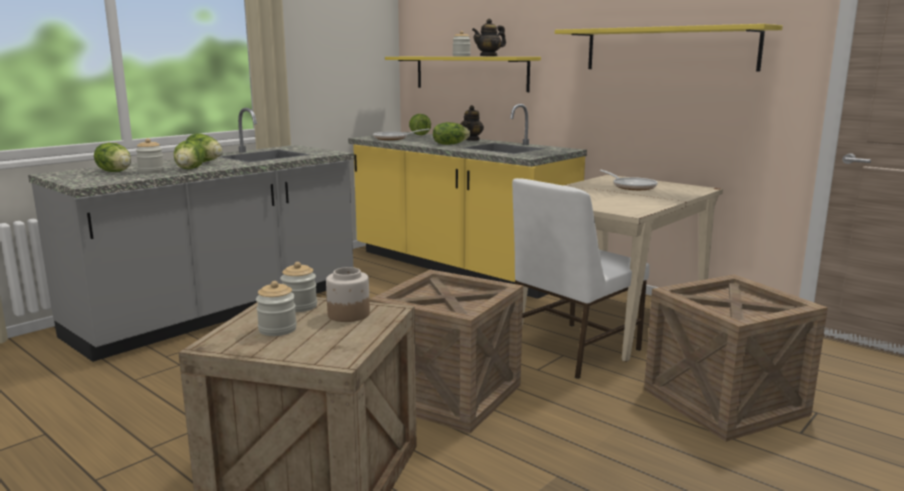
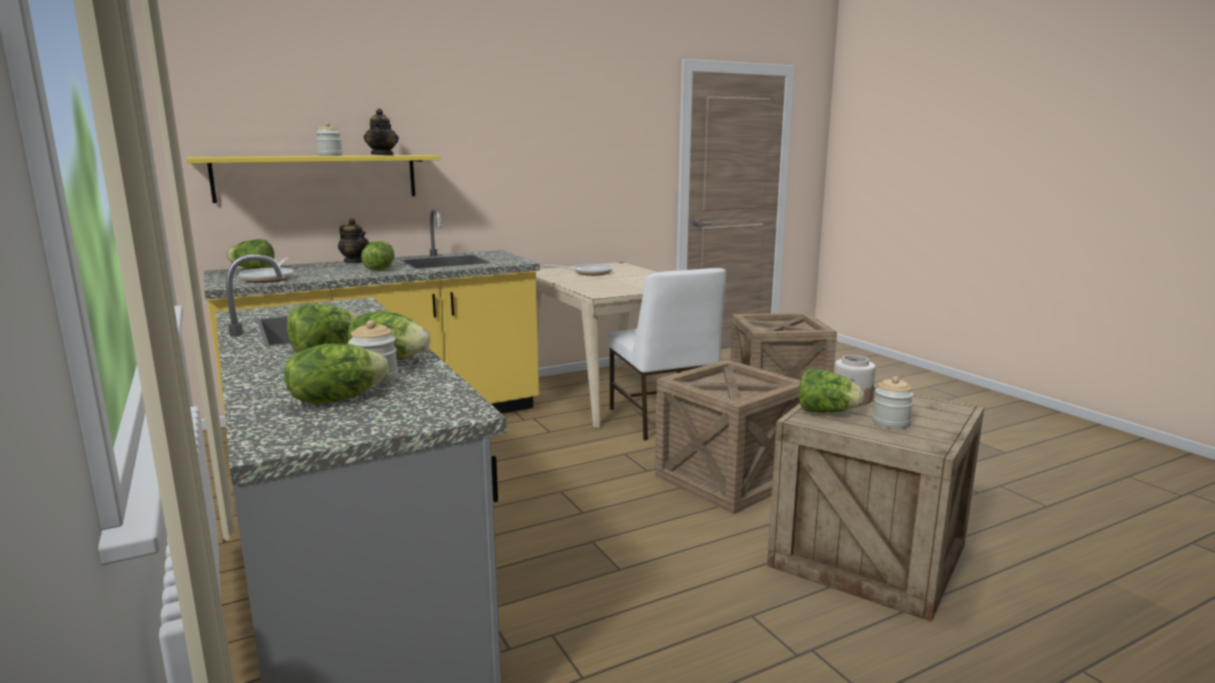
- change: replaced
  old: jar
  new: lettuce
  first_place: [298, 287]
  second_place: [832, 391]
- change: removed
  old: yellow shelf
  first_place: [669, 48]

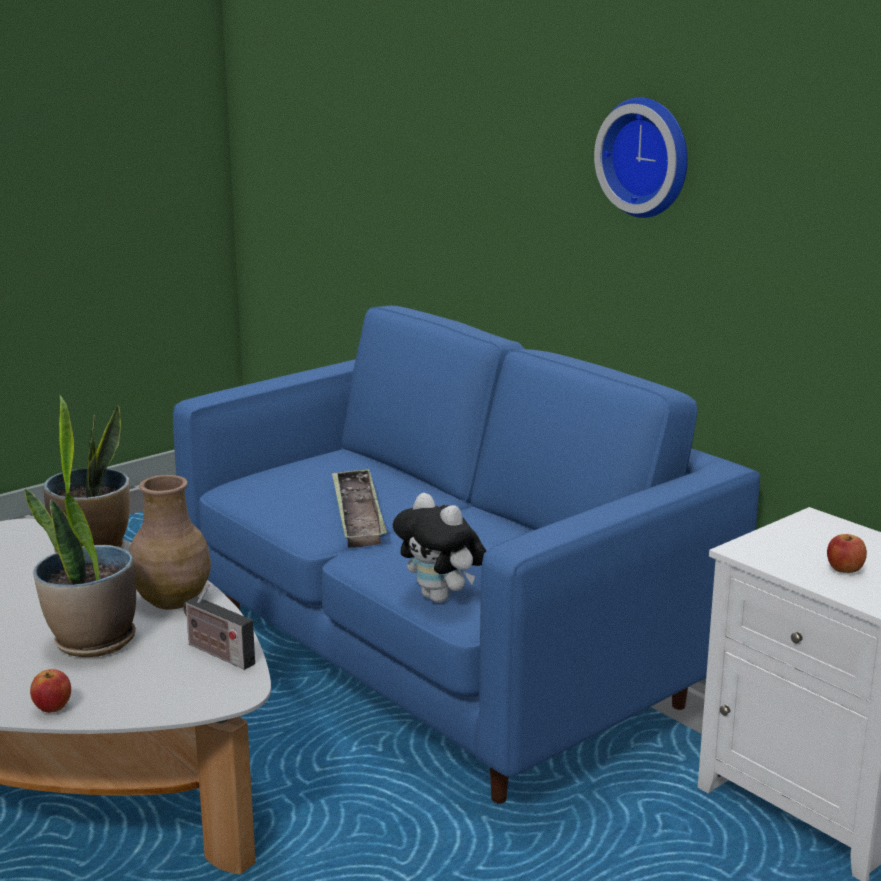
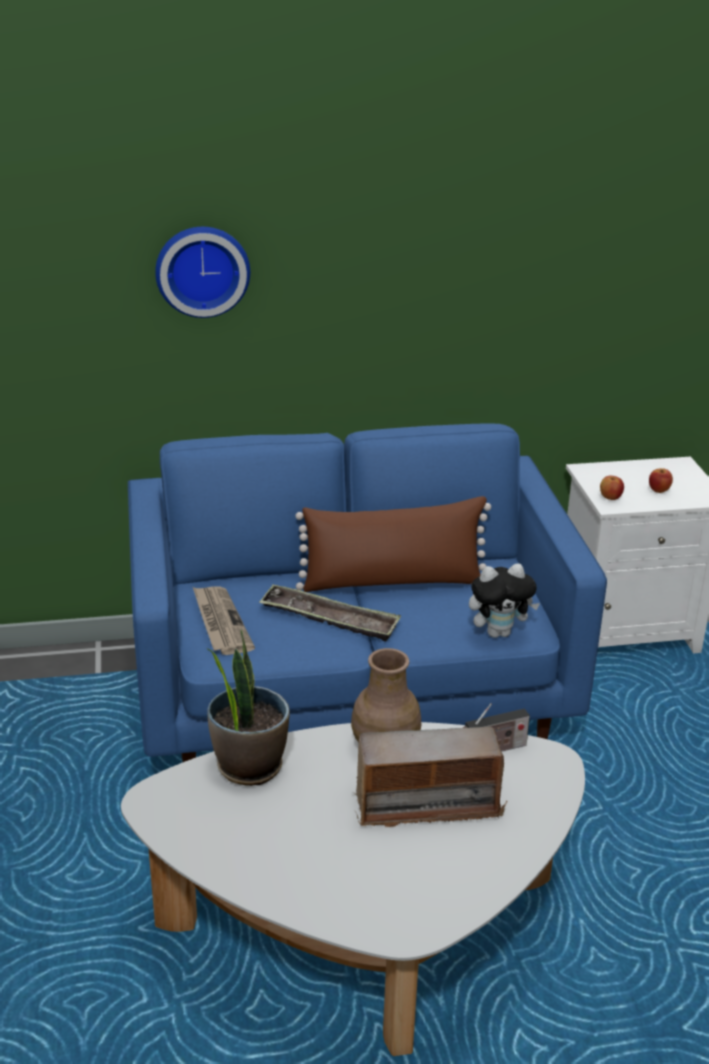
- change: replaced
  old: potted plant
  new: radio
  first_place: [80, 572]
  second_place: [430, 777]
- change: moved
  old: apple
  first_place: [50, 691]
  second_place: [612, 488]
- change: moved
  old: wall clock
  first_place: [641, 157]
  second_place: [202, 272]
- change: added
  new: newspaper
  second_place: [224, 620]
- change: added
  new: brown pillow
  second_place: [393, 544]

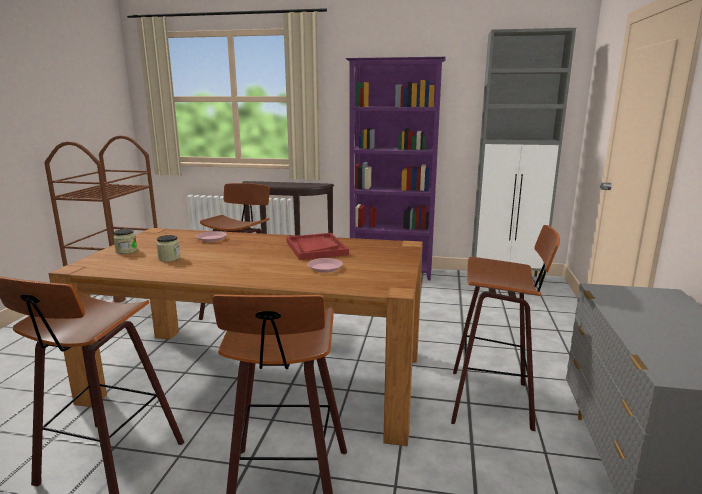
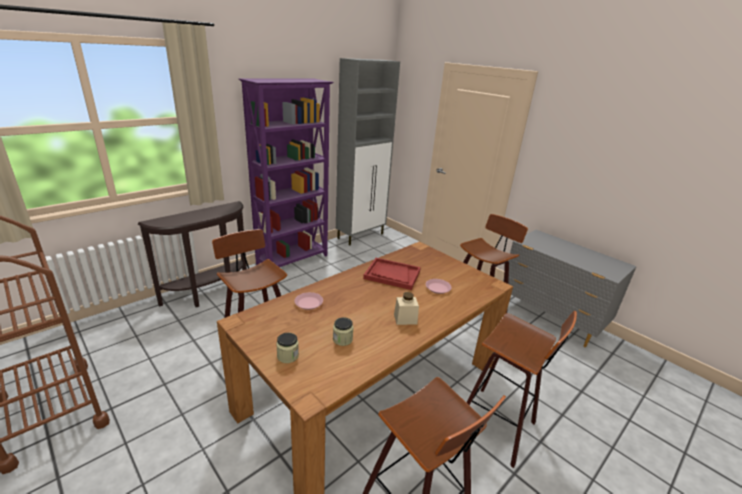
- change: added
  new: beige jar
  second_place: [406, 308]

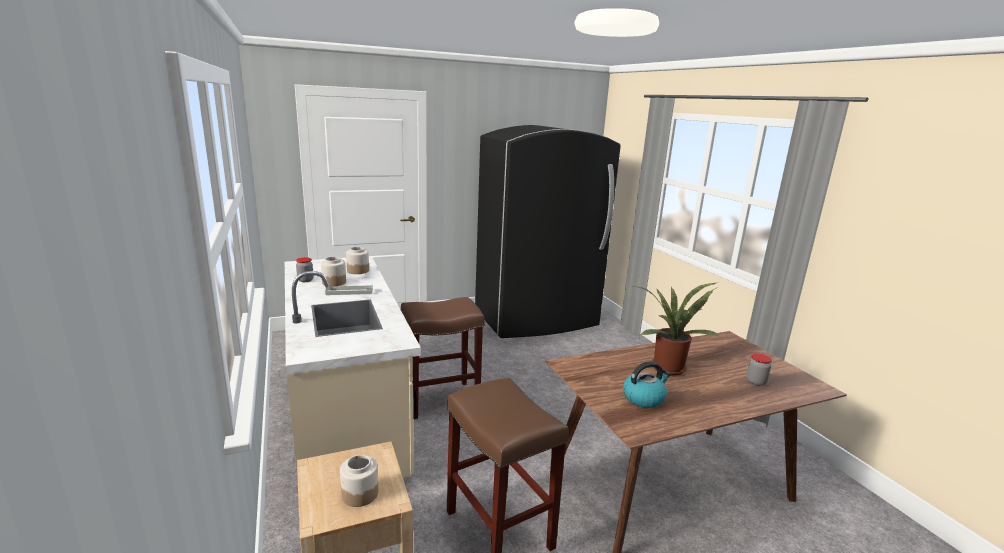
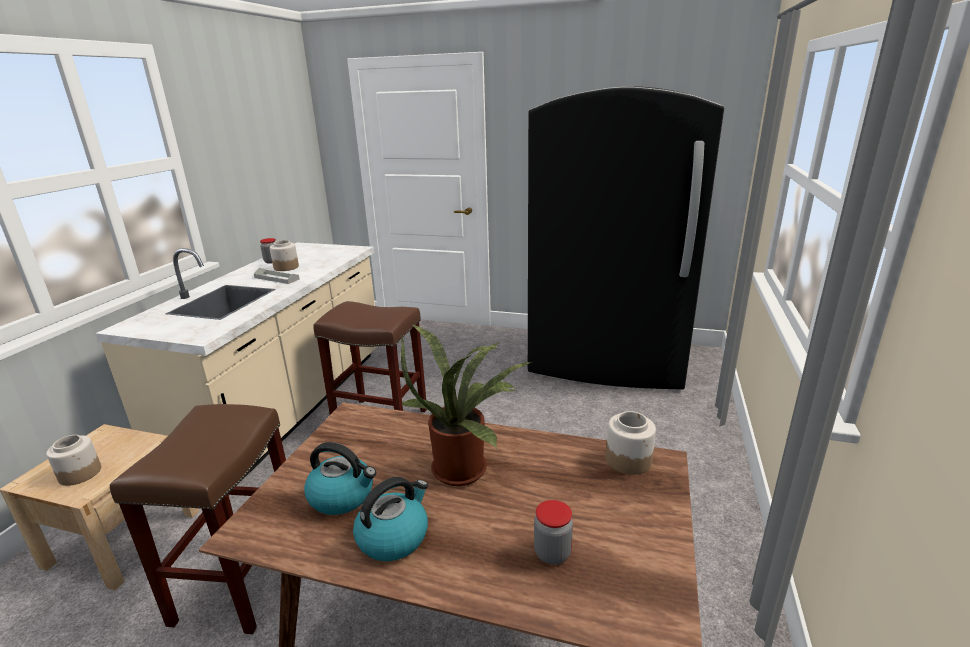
- change: moved
  old: jar
  first_place: [357, 260]
  second_place: [631, 443]
- change: added
  new: kettle
  second_place: [390, 519]

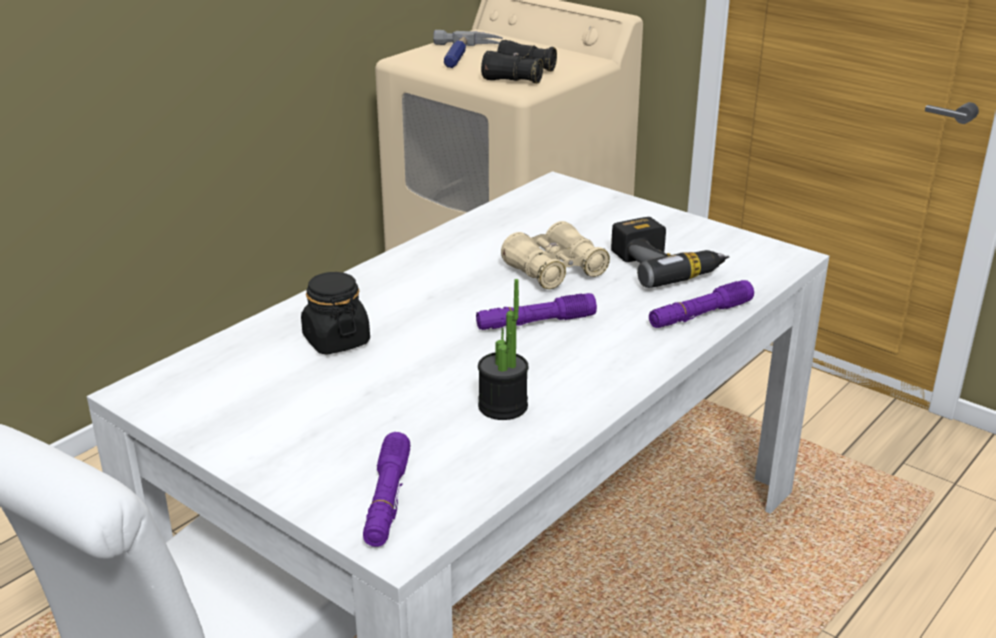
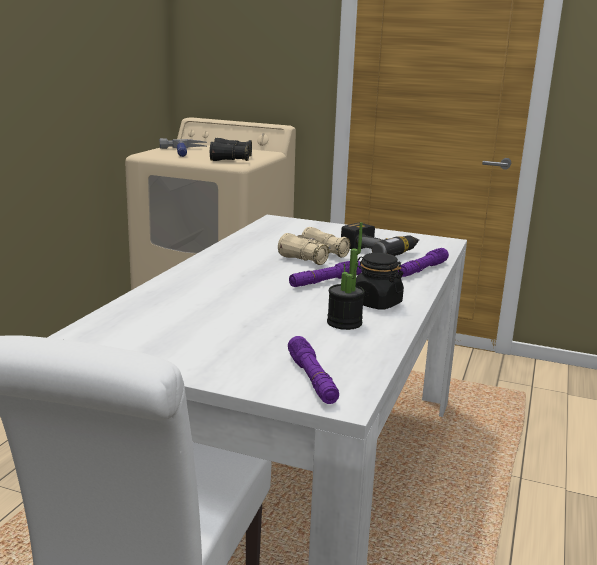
- change: moved
  old: black jar
  first_place: [335, 313]
  second_place: [380, 281]

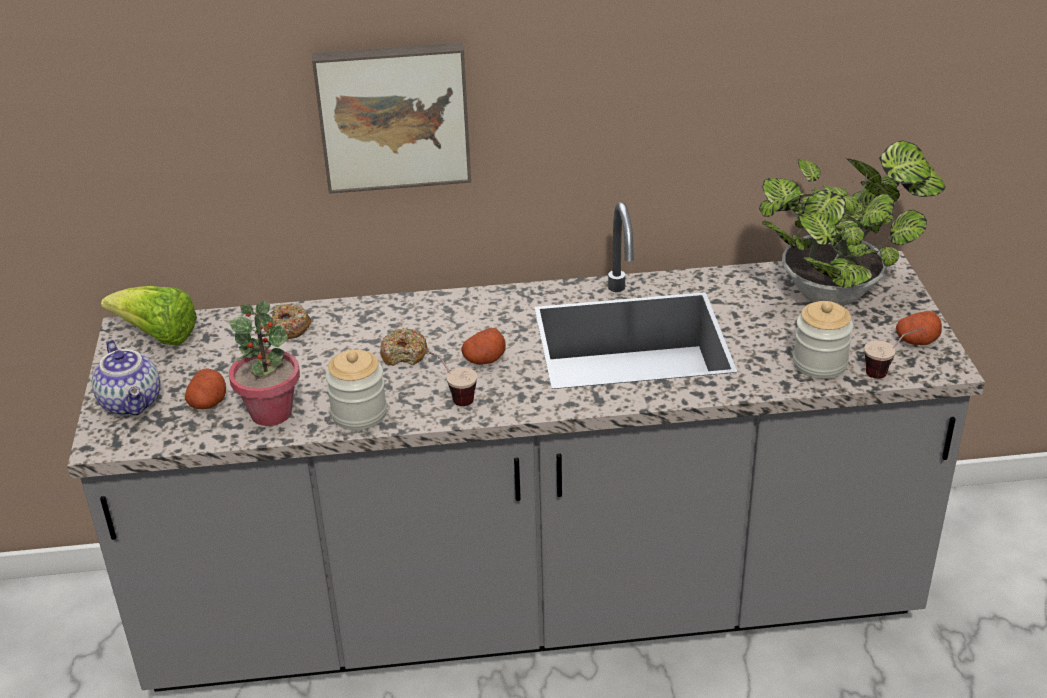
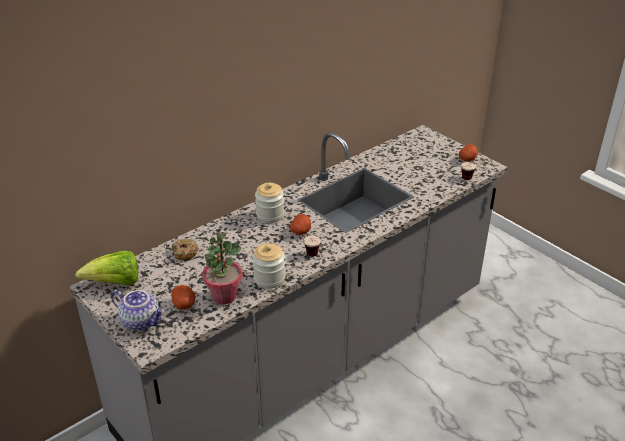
- change: removed
  old: picture
  first_place: [391, 118]
- change: removed
  old: donut
  first_place: [403, 347]
- change: removed
  old: potted plant
  first_place: [852, 223]
- change: moved
  old: jar
  first_place: [823, 340]
  second_place: [269, 203]

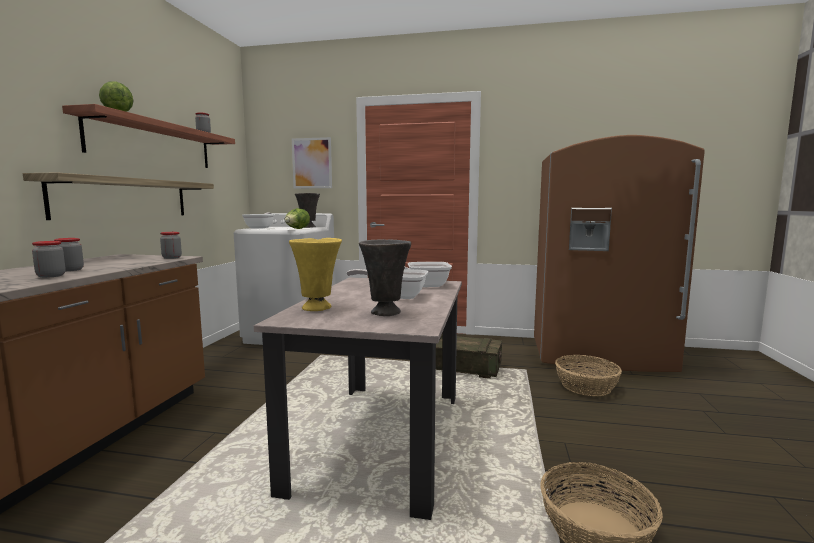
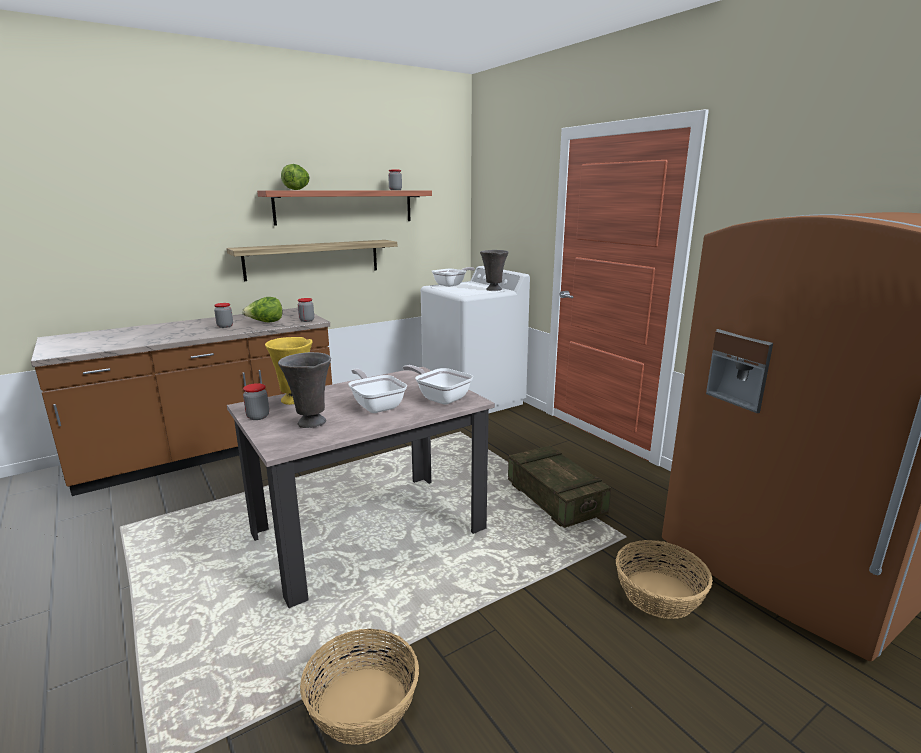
- change: moved
  old: jar
  first_place: [49, 259]
  second_place: [256, 401]
- change: moved
  old: lettuce
  first_place: [297, 218]
  second_place: [262, 310]
- change: removed
  old: picture
  first_place: [312, 162]

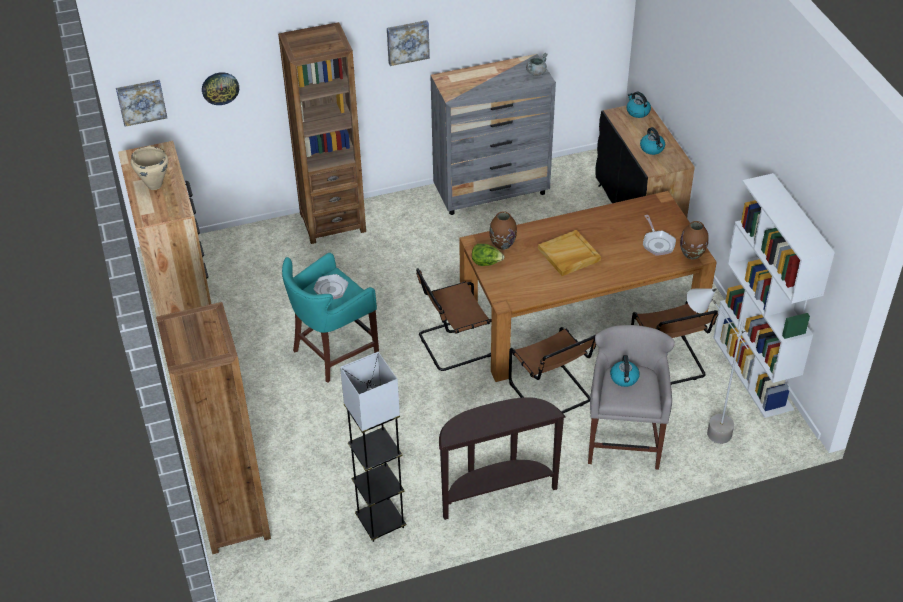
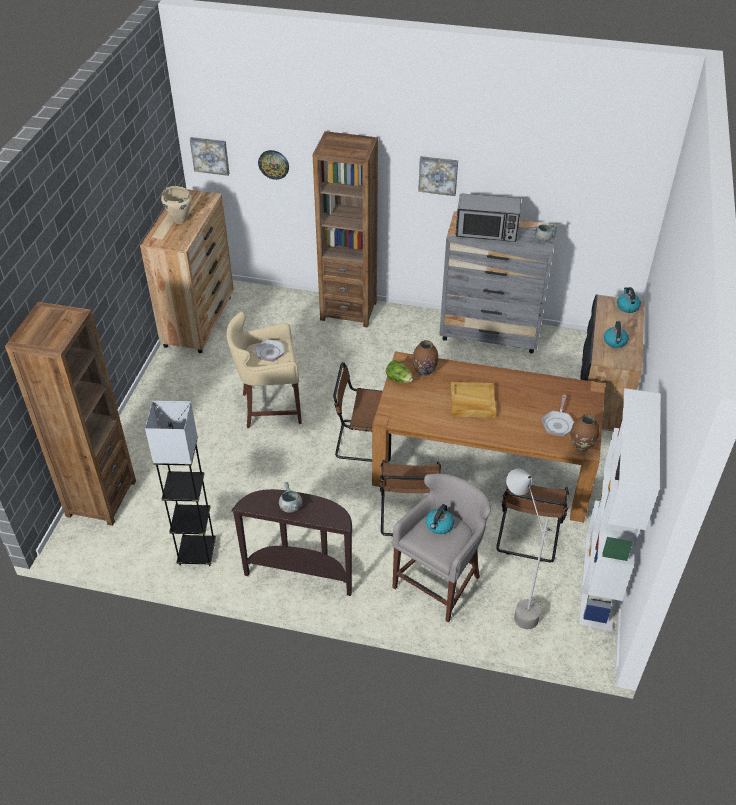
- change: recoloured
  old: turquoise stool
  new: beige stool
  first_place: [330, 318]
  second_place: [264, 370]
- change: added
  new: grey cooking pot
  second_place: [291, 497]
- change: added
  new: microwave
  second_place: [488, 217]

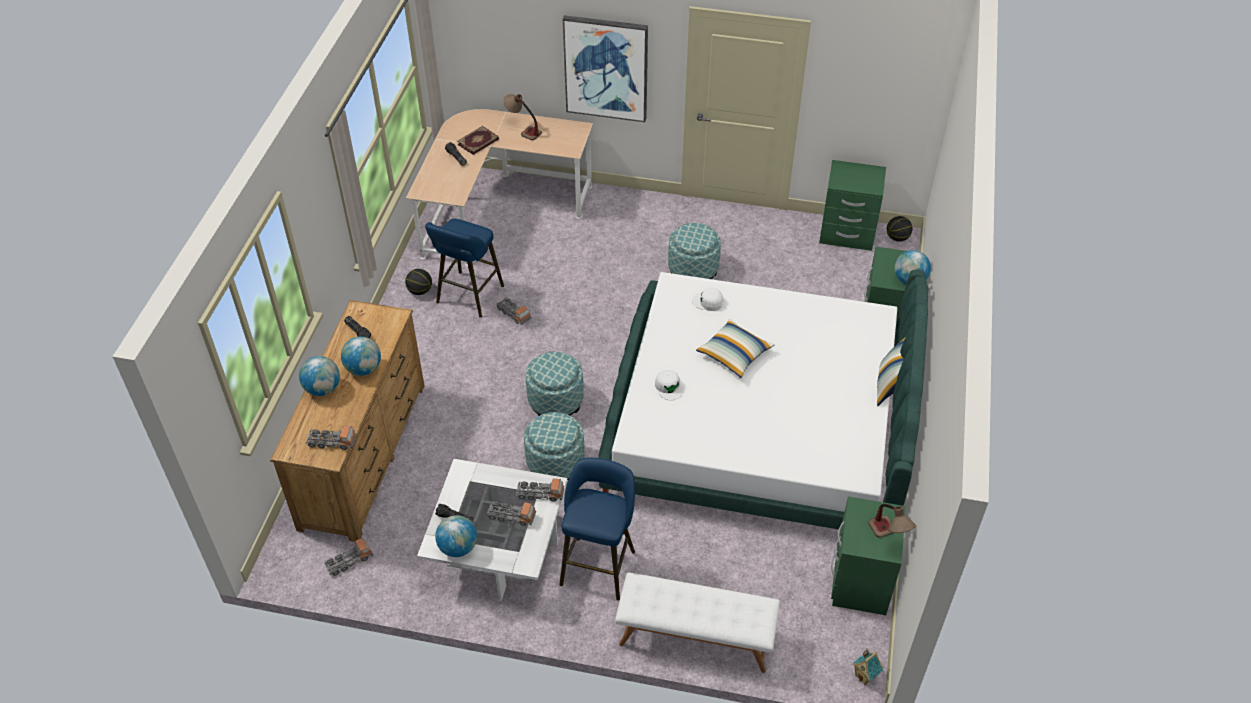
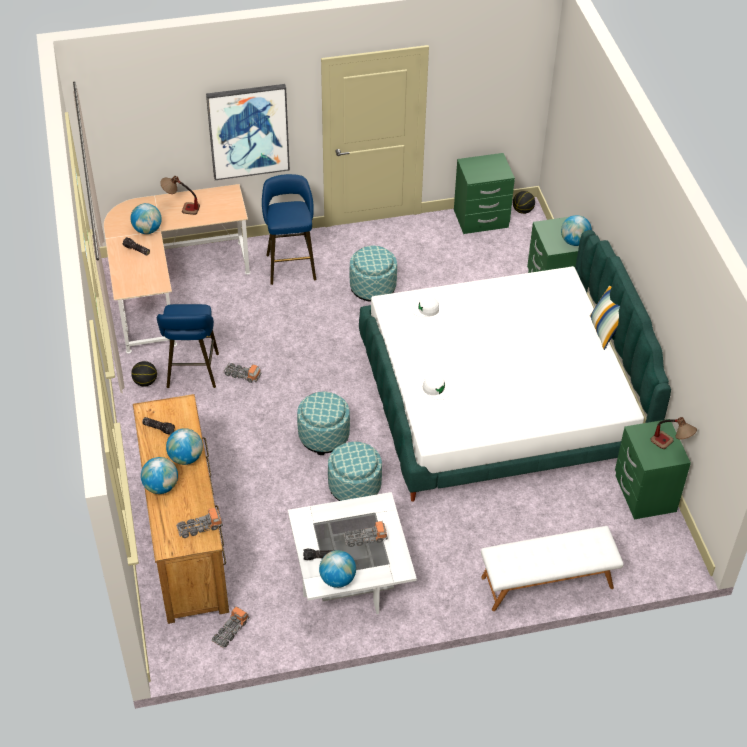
- change: replaced
  old: book
  new: globe
  first_place: [478, 140]
  second_place: [146, 218]
- change: removed
  old: toy truck
  first_place: [540, 490]
- change: moved
  old: blue stool
  first_place: [597, 529]
  second_place: [289, 229]
- change: removed
  old: pillow
  first_place: [735, 348]
- change: removed
  old: toy house
  first_place: [868, 667]

